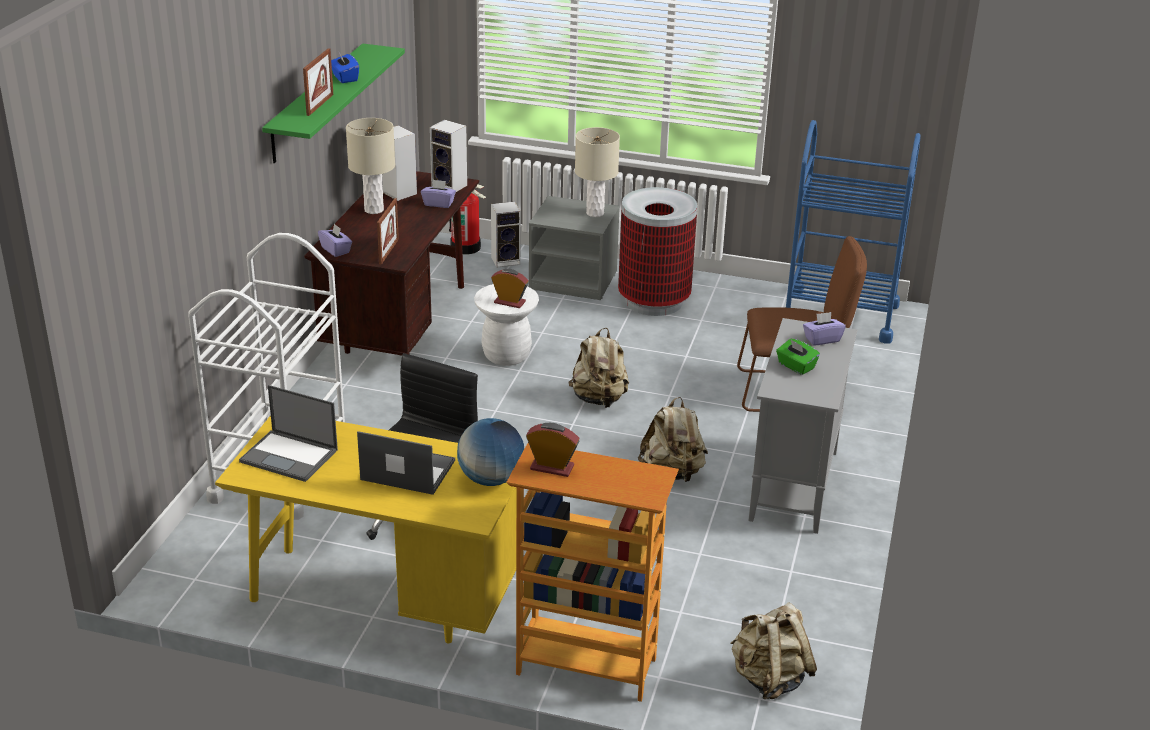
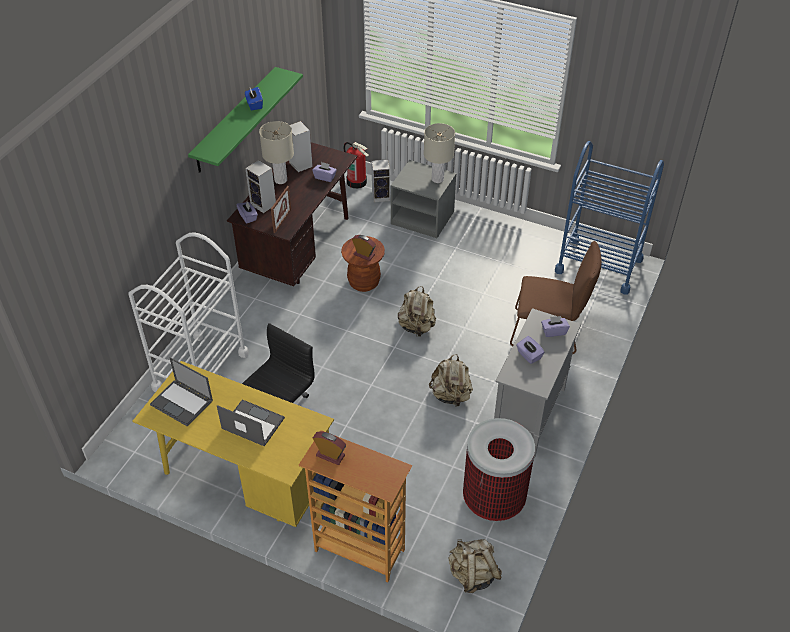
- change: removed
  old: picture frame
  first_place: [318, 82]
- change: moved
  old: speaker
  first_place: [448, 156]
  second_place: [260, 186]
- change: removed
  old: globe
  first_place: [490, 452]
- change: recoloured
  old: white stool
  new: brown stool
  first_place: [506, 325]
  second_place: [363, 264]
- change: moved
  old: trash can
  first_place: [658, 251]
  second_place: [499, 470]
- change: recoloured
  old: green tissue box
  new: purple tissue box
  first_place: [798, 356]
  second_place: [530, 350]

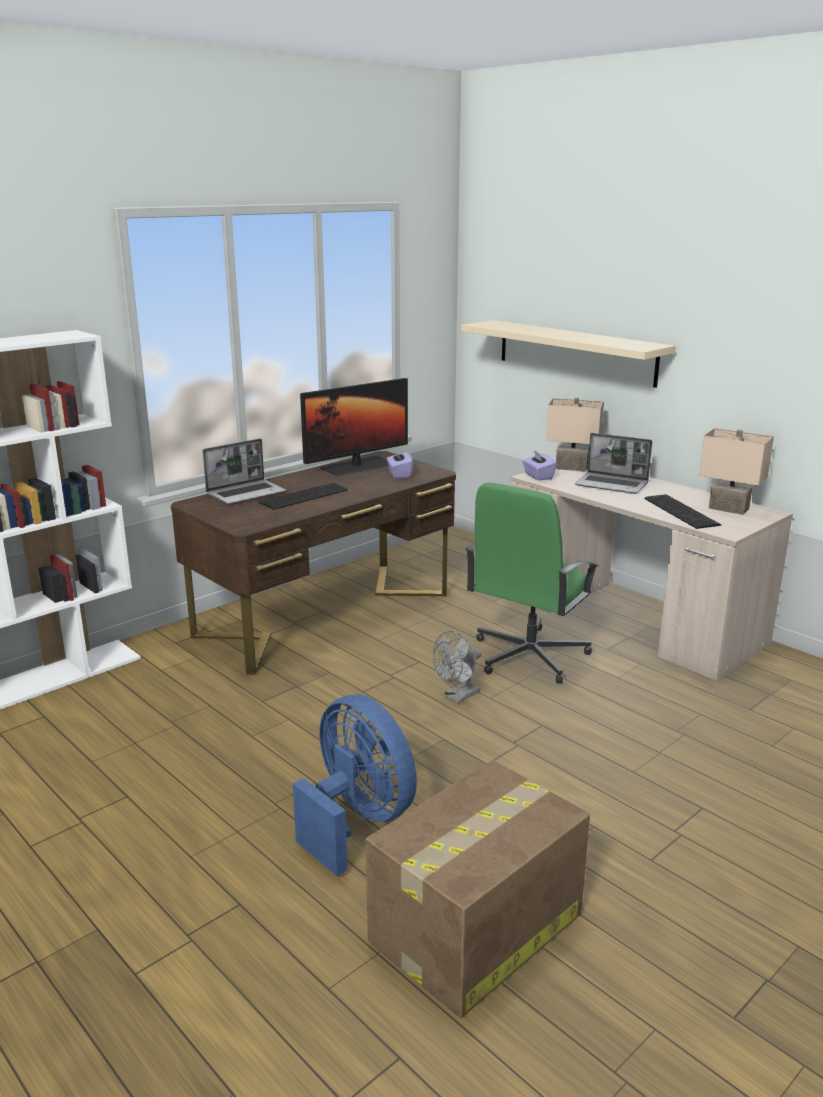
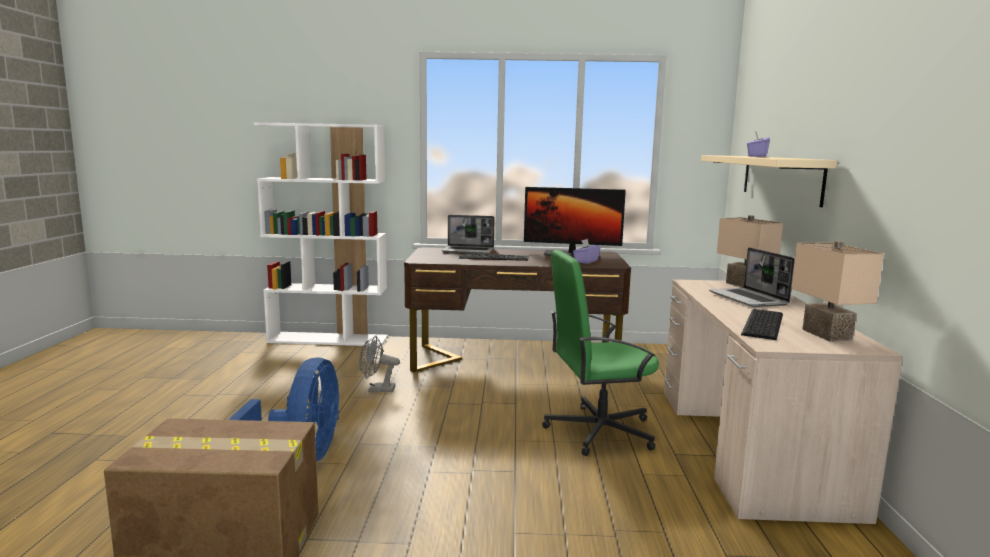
- change: moved
  old: grey fan
  first_place: [457, 667]
  second_place: [379, 364]
- change: moved
  old: purple tissue box
  first_place: [540, 465]
  second_place: [758, 144]

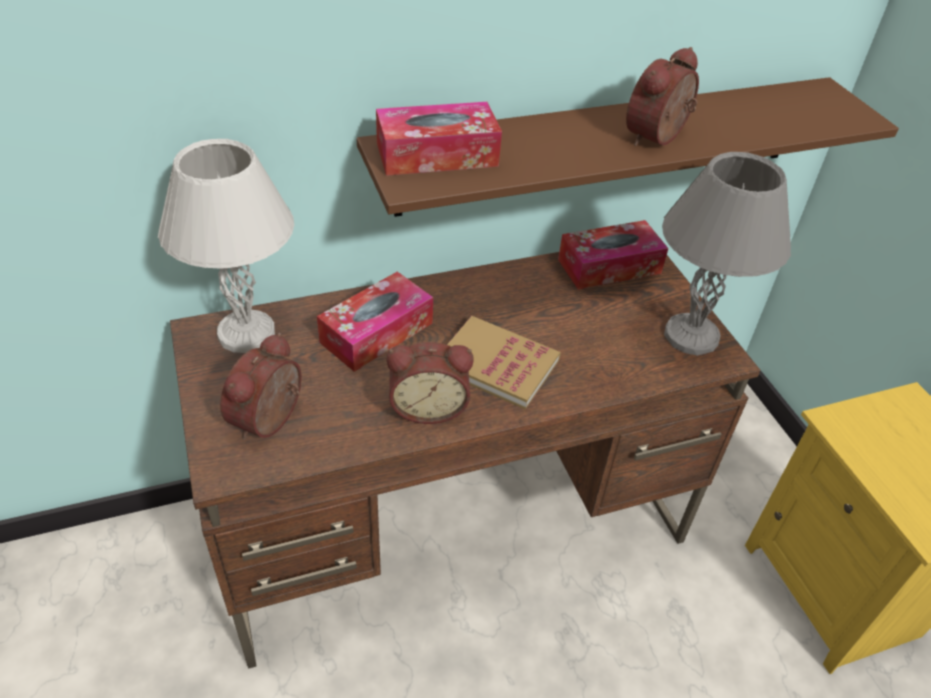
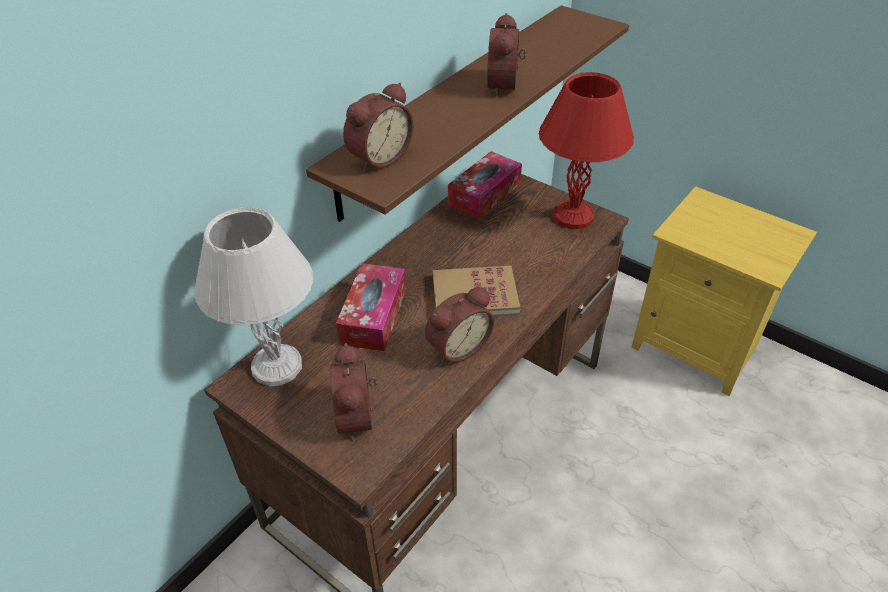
- change: replaced
  old: tissue box
  new: alarm clock
  first_place: [439, 139]
  second_place: [378, 127]
- change: recoloured
  old: grey table lamp
  new: red table lamp
  first_place: [726, 254]
  second_place: [586, 150]

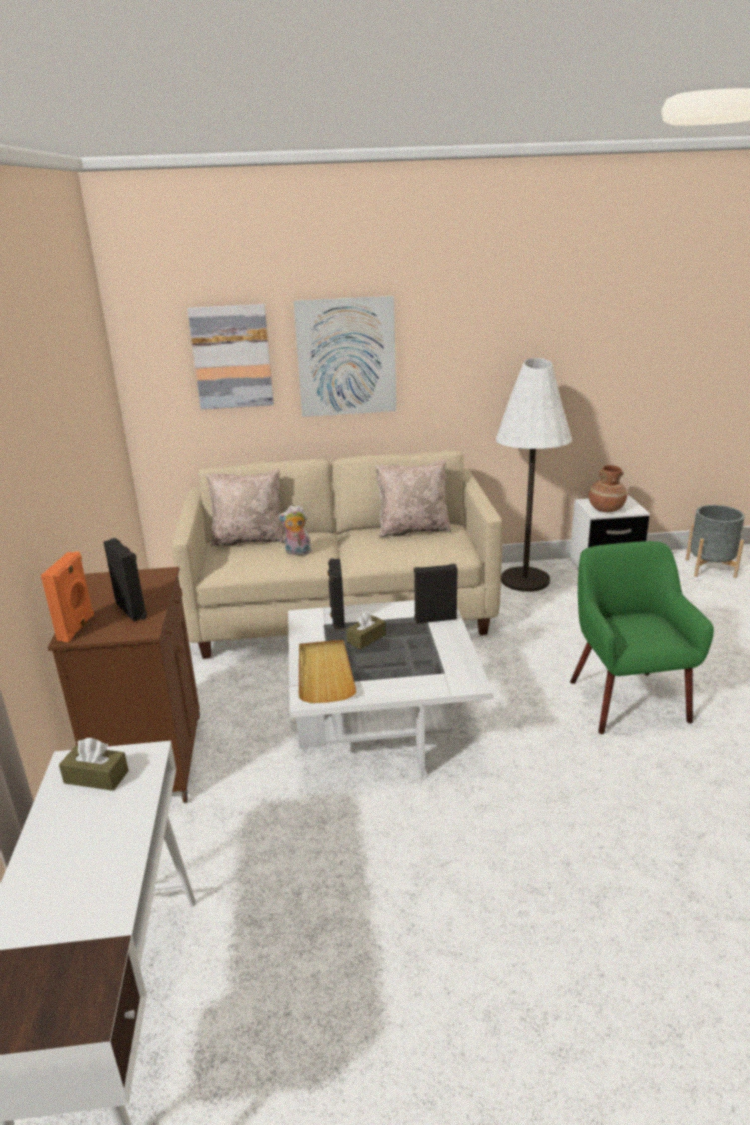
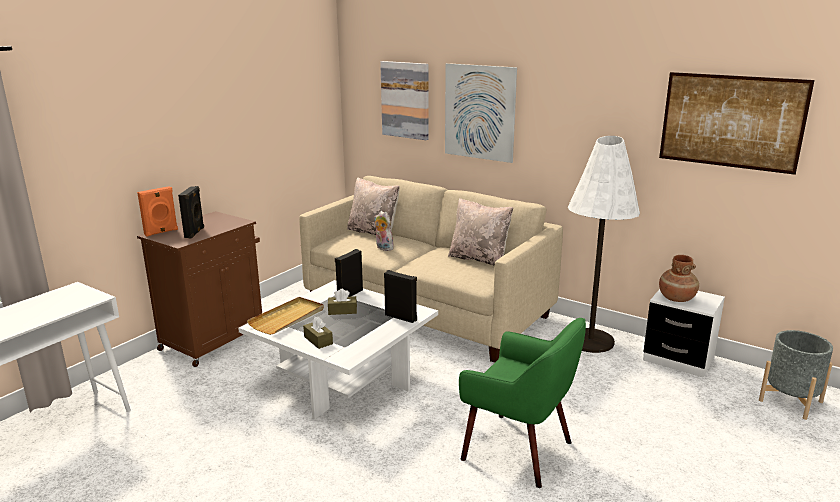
- change: moved
  old: brown tissue box
  first_place: [94, 764]
  second_place: [318, 333]
- change: turned
  old: green armchair
  first_place: [642, 637]
  second_place: [522, 403]
  degrees: 90
- change: added
  new: picture
  second_place: [737, 123]

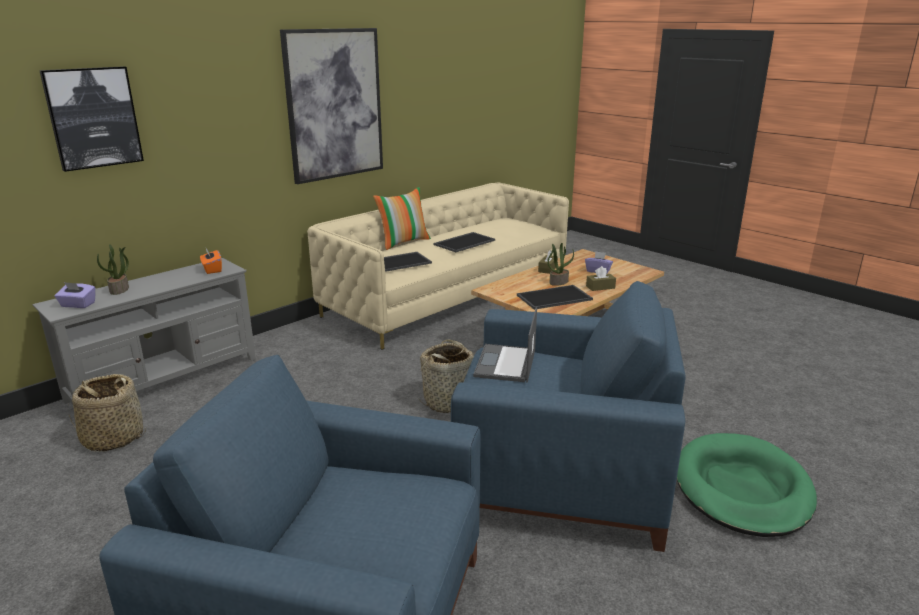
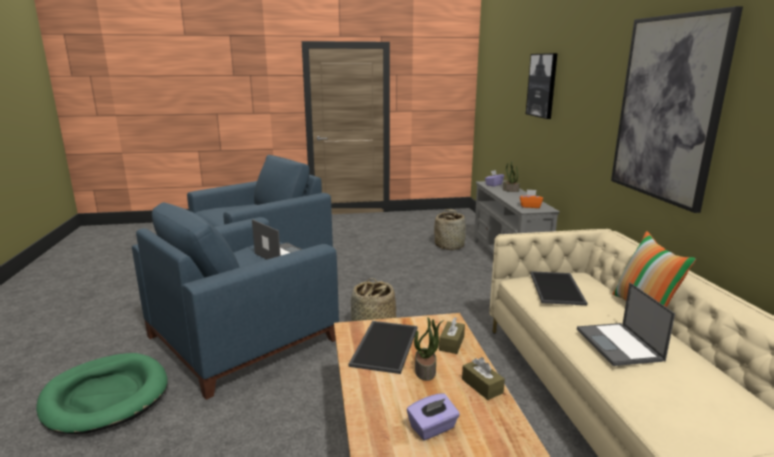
- change: replaced
  old: tray
  new: laptop
  first_place: [464, 242]
  second_place: [626, 324]
- change: moved
  old: brown tissue box
  first_place: [601, 278]
  second_place: [452, 335]

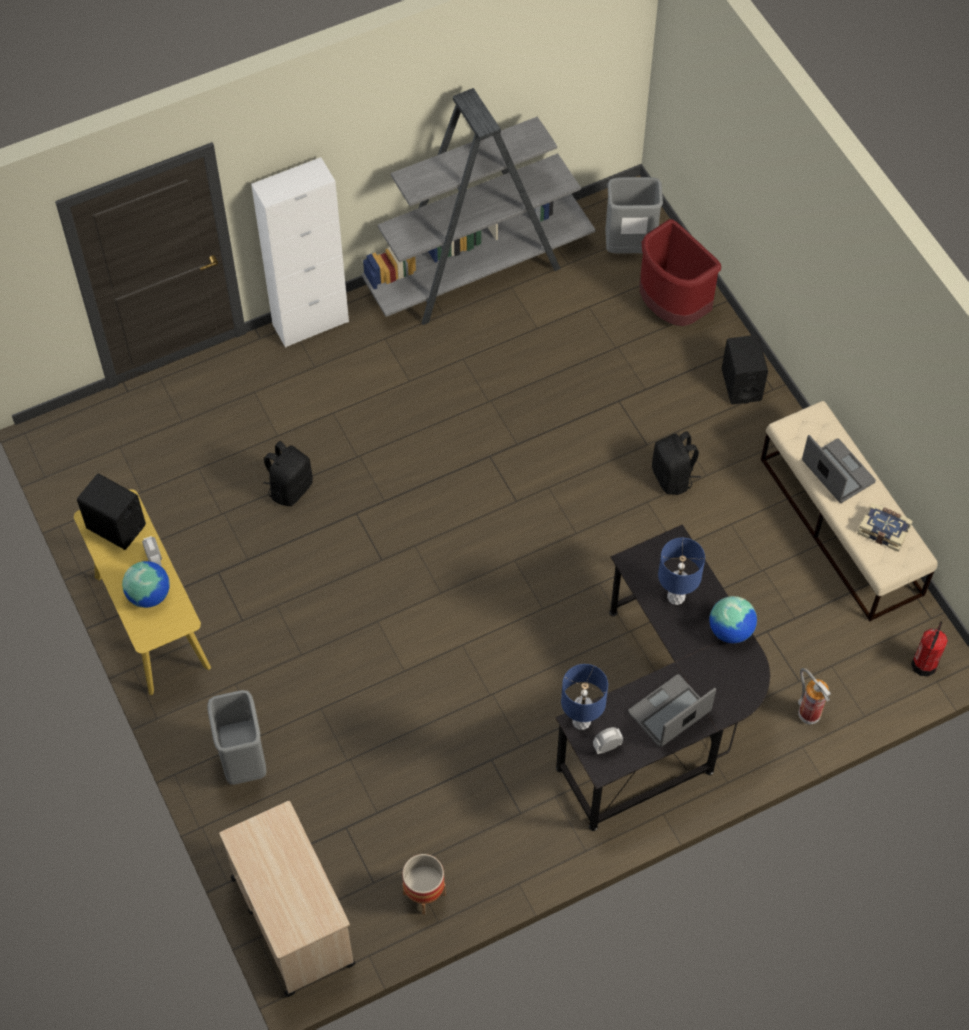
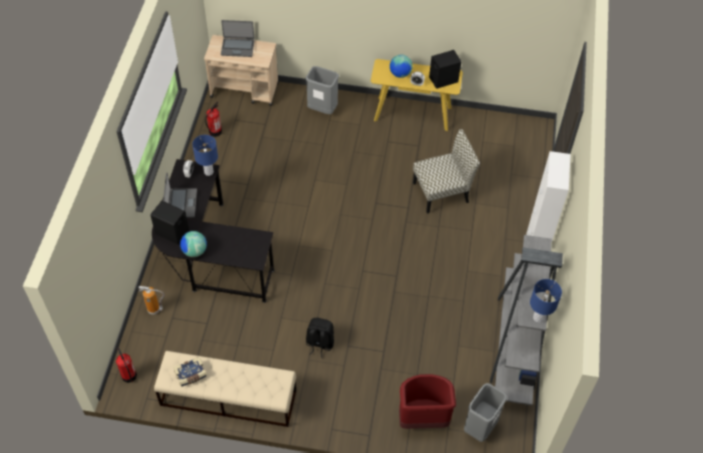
- change: replaced
  old: black backpack
  new: chair
  first_place: [288, 473]
  second_place: [446, 171]
- change: replaced
  old: planter
  new: fire extinguisher
  first_place: [424, 884]
  second_place: [213, 119]
- change: moved
  old: blue table lamp
  first_place: [681, 571]
  second_place: [546, 301]
- change: moved
  old: black speaker
  first_place: [745, 370]
  second_place: [169, 222]
- change: moved
  old: laptop
  first_place: [839, 469]
  second_place: [237, 38]

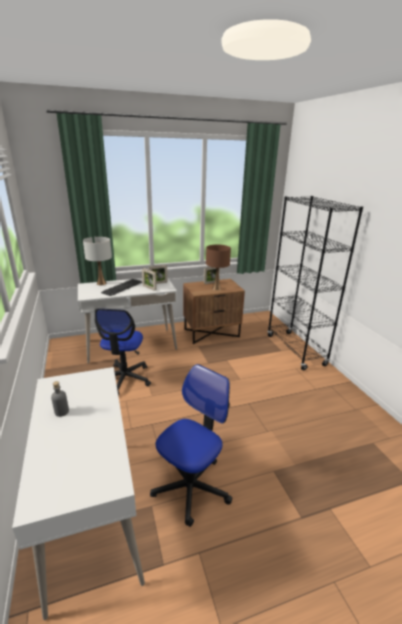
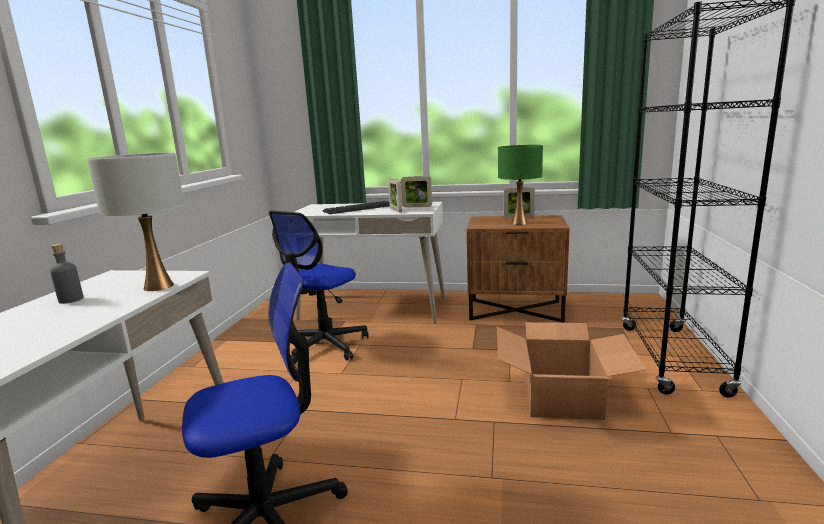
- change: moved
  old: white table lamp
  first_place: [97, 261]
  second_place: [135, 222]
- change: recoloured
  old: brown table lamp
  new: green table lamp
  first_place: [218, 267]
  second_place: [520, 185]
- change: added
  new: cardboard box
  second_place: [572, 371]

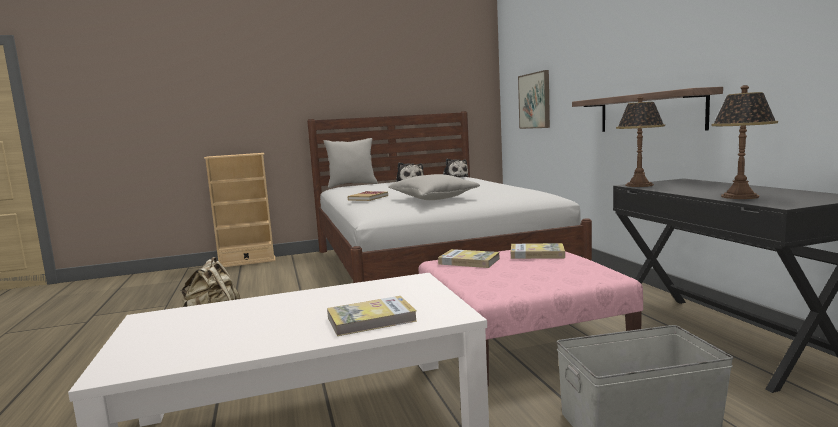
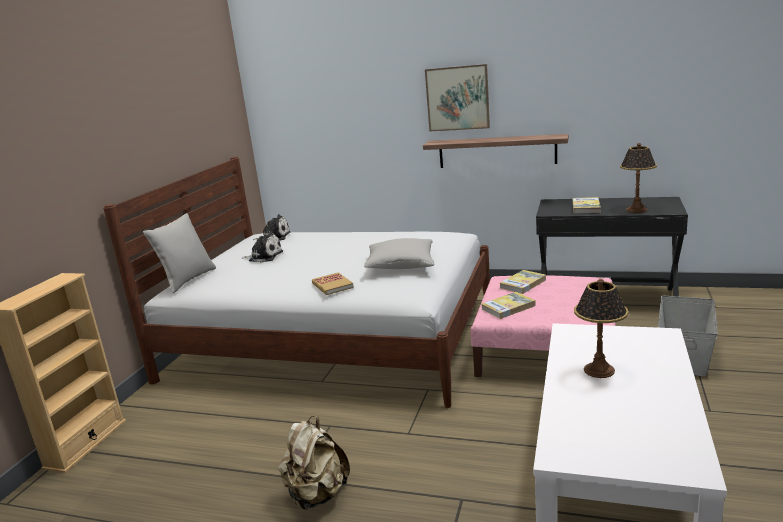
- change: moved
  old: book
  first_place: [372, 316]
  second_place: [586, 205]
- change: moved
  old: picture
  first_place: [534, 99]
  second_place: [457, 98]
- change: moved
  old: table lamp
  first_place: [640, 141]
  second_place: [601, 328]

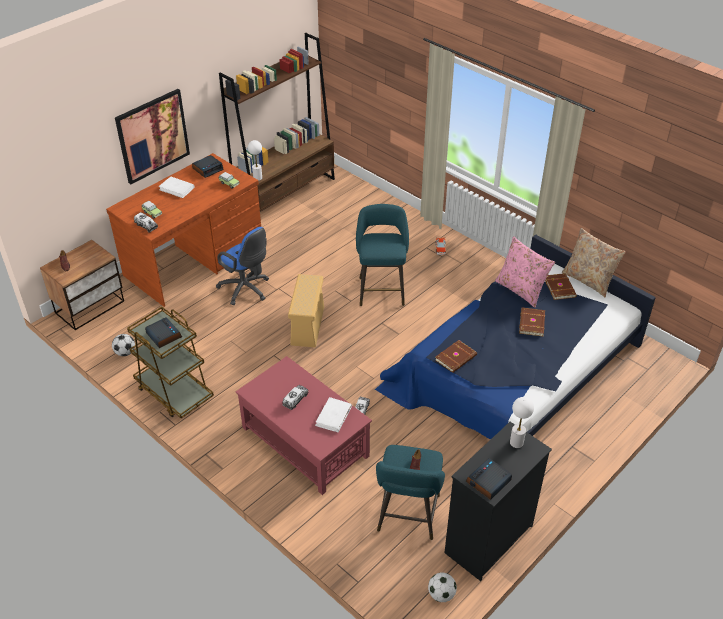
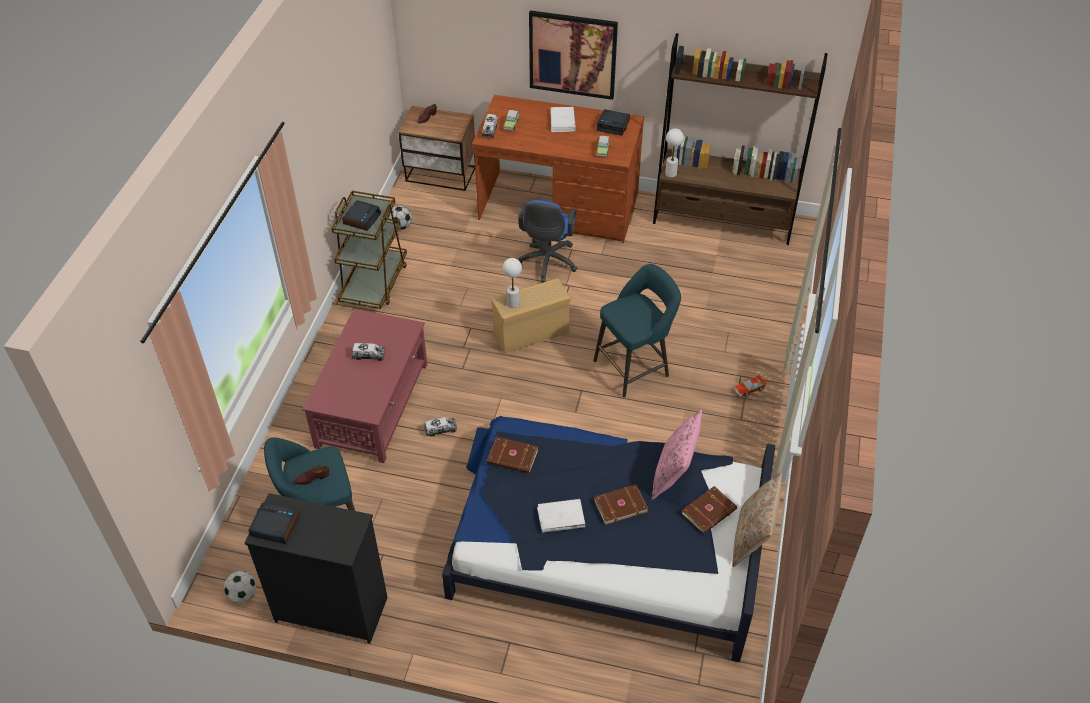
- change: moved
  old: white book
  first_place: [333, 414]
  second_place: [561, 516]
- change: moved
  old: white table lamp
  first_place: [522, 422]
  second_place: [512, 283]

